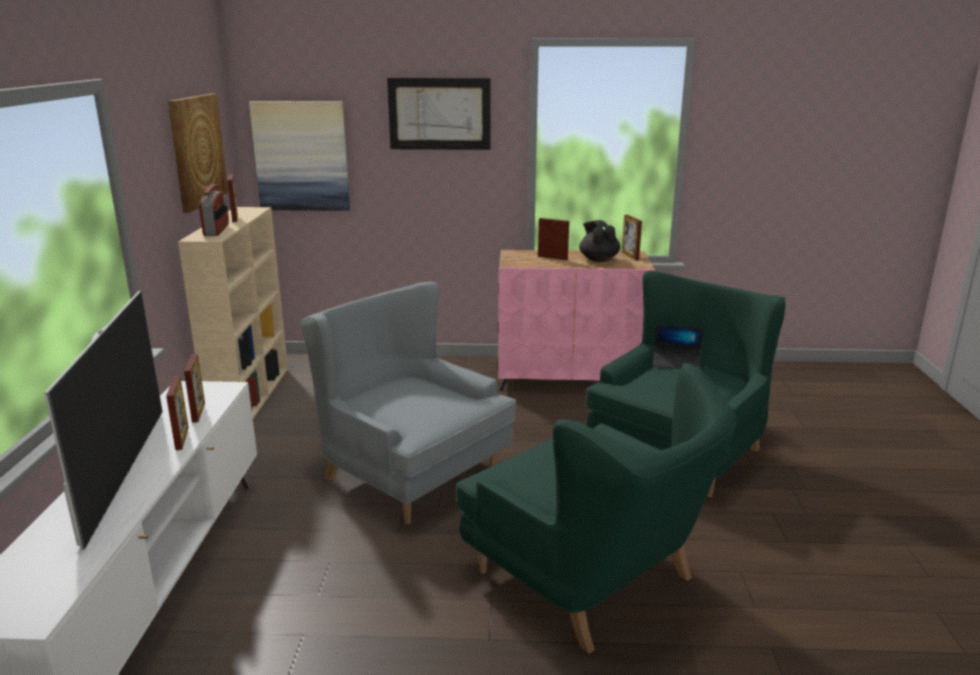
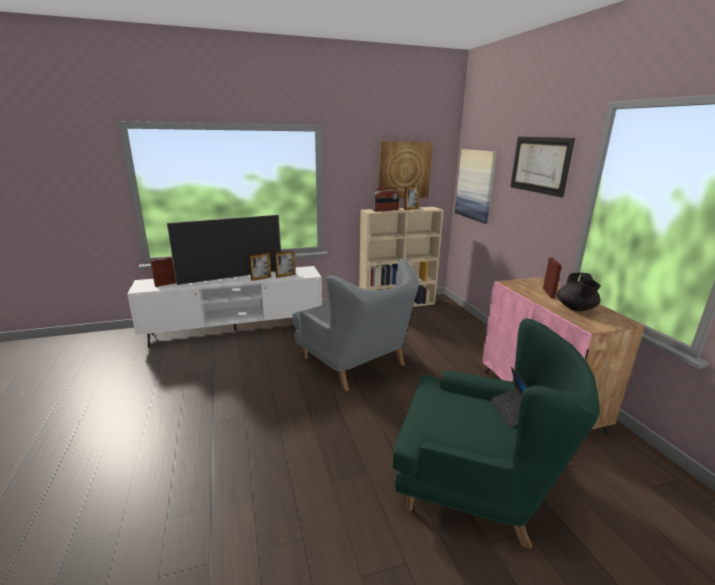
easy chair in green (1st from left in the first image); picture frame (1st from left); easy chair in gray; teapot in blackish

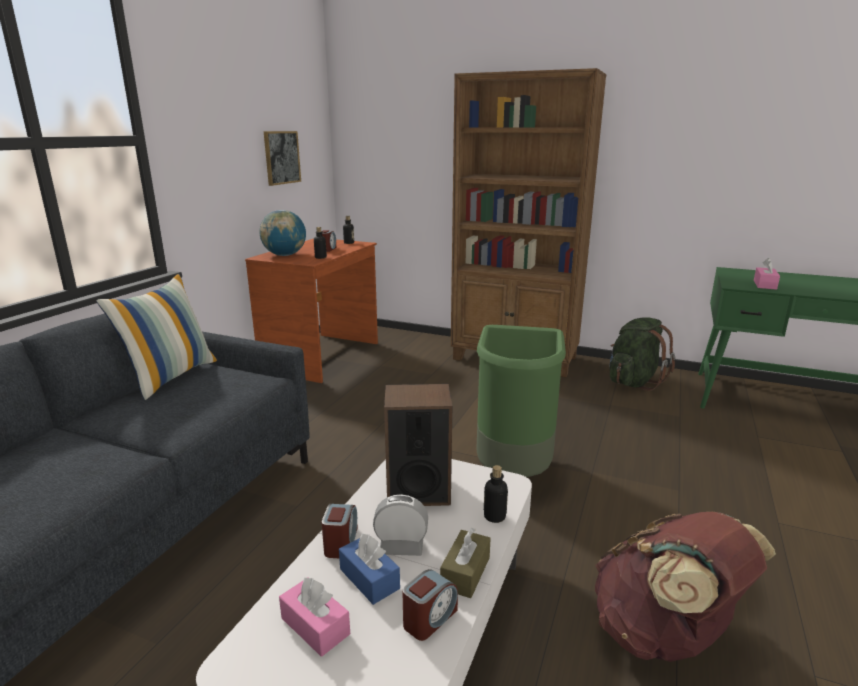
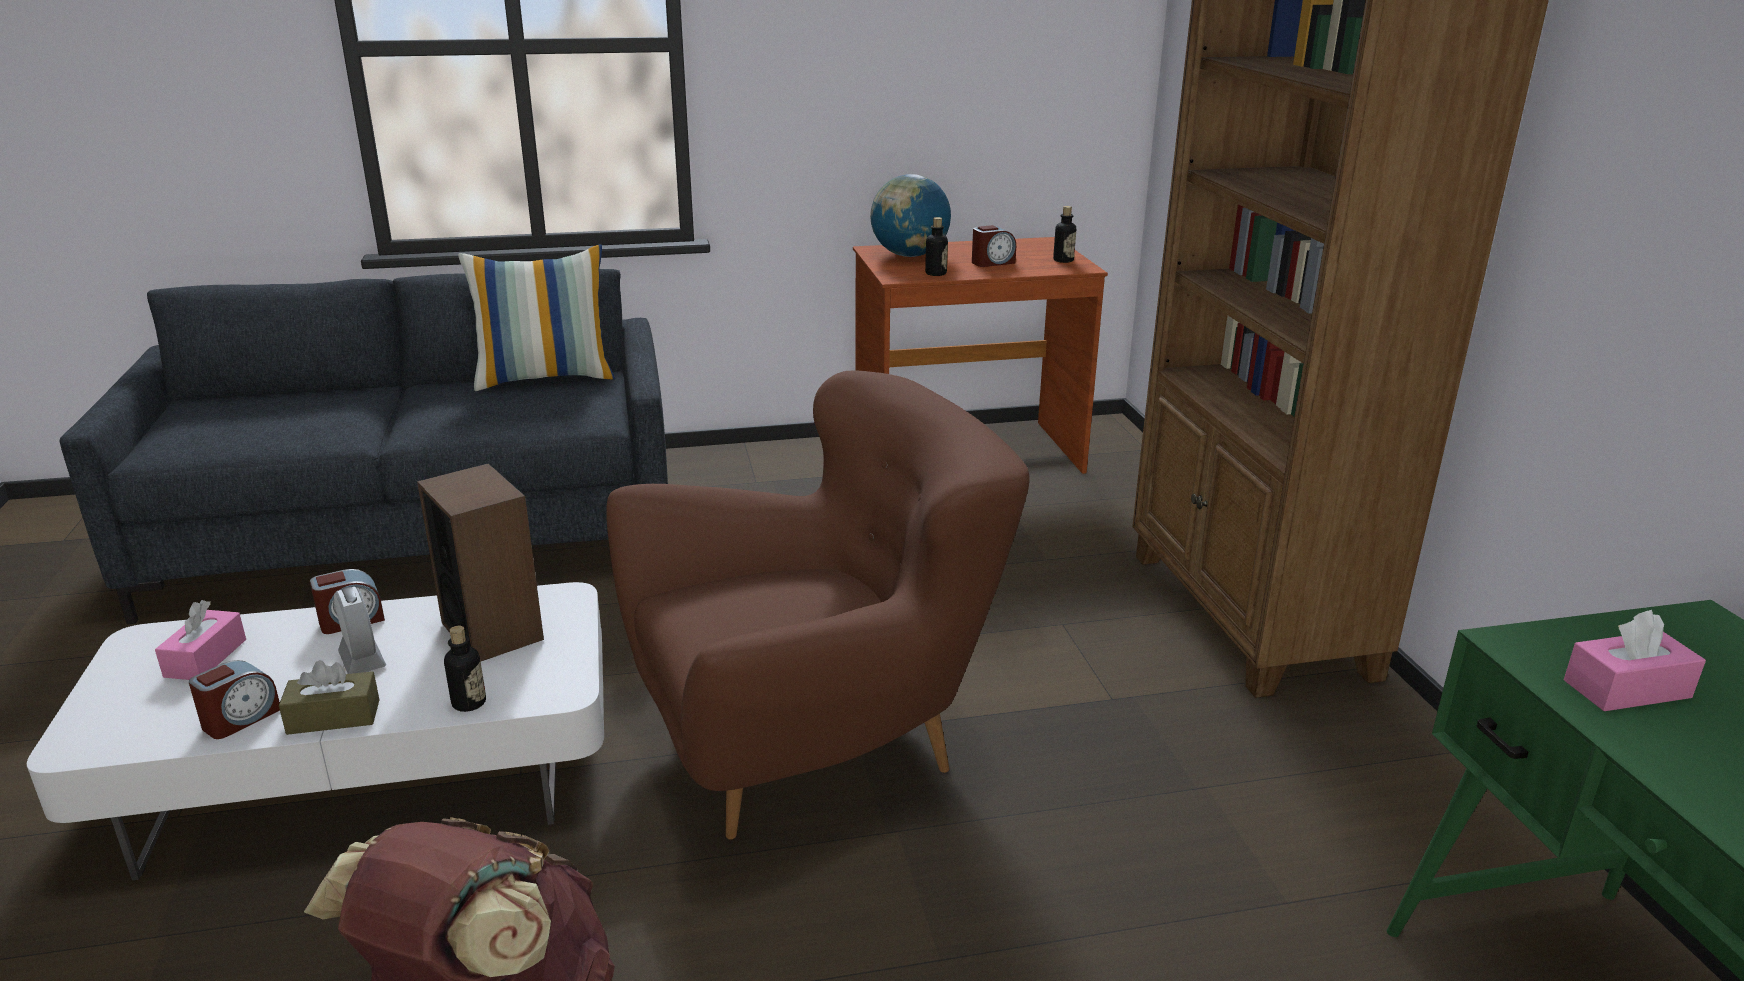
wall art; tissue holder in blue; rucksack in green; easy chair in brown; table clock (1st from left)

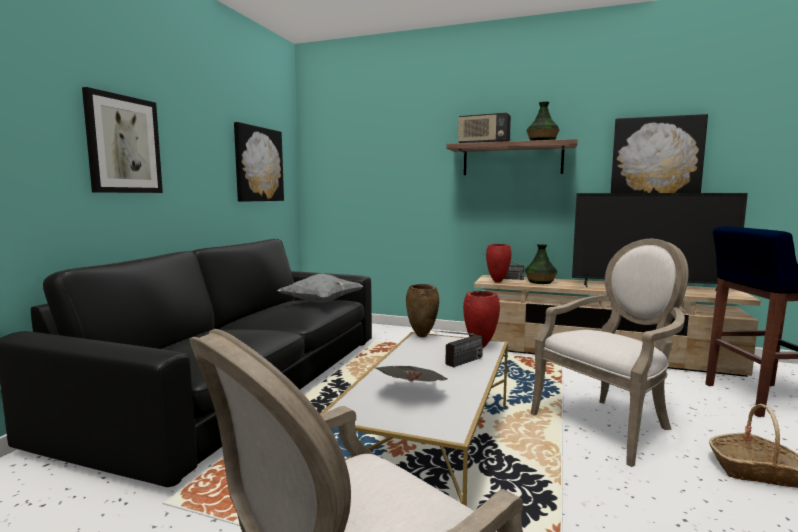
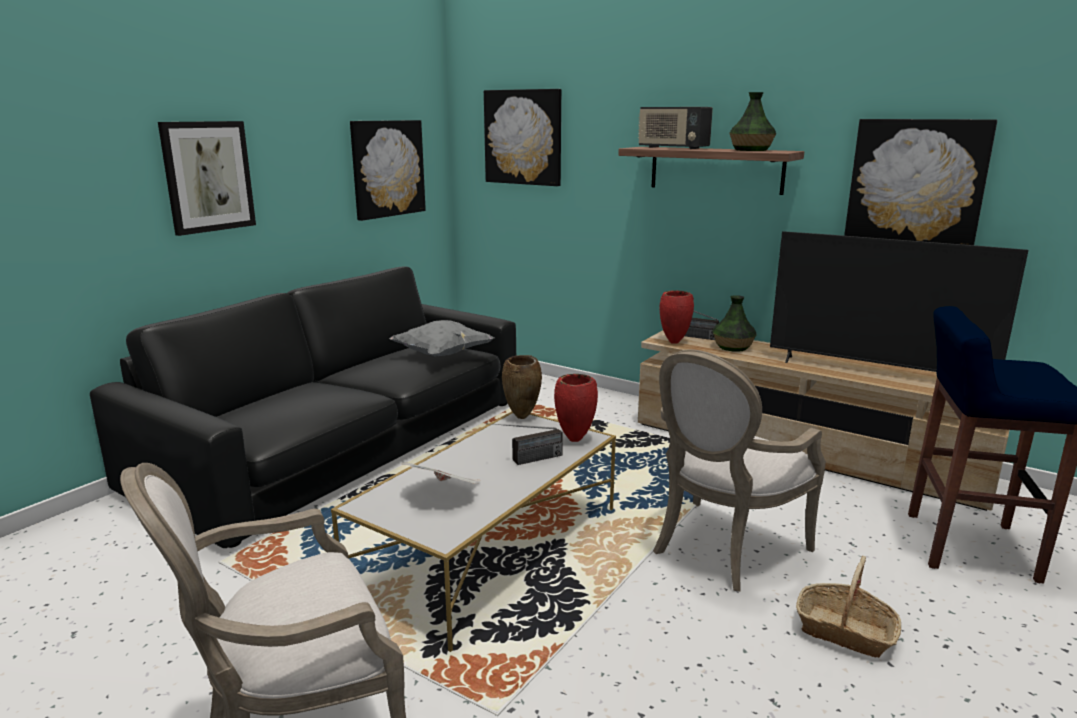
wall art (3rd from left); easy chair (2nd from left)

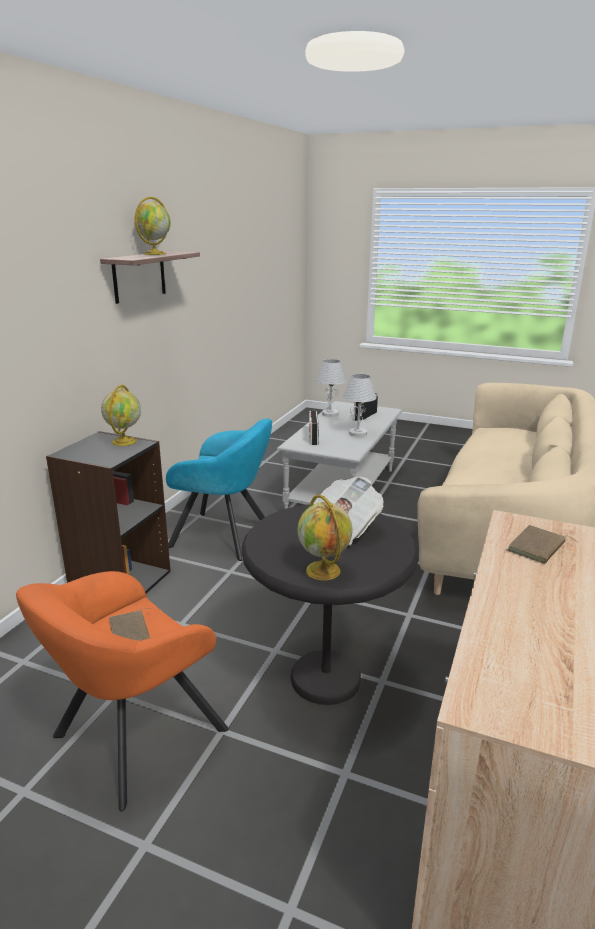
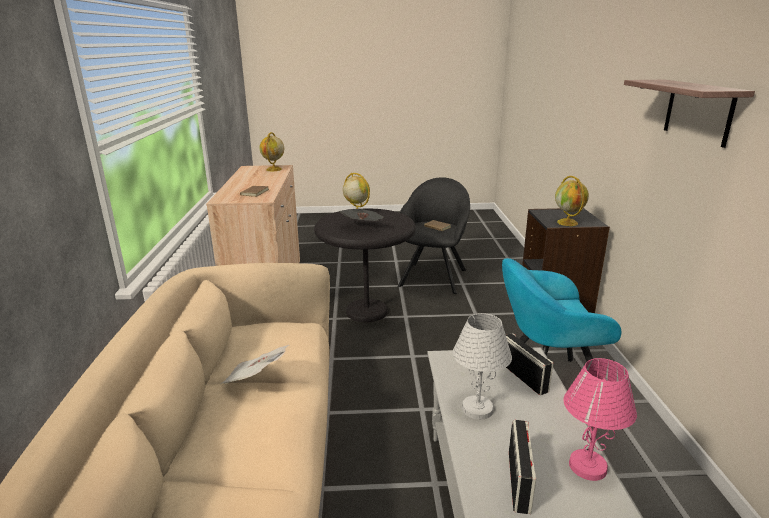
printed paper (1st from left); desk globe (1st from left); easy chair in blackish; lamp for a table in pink

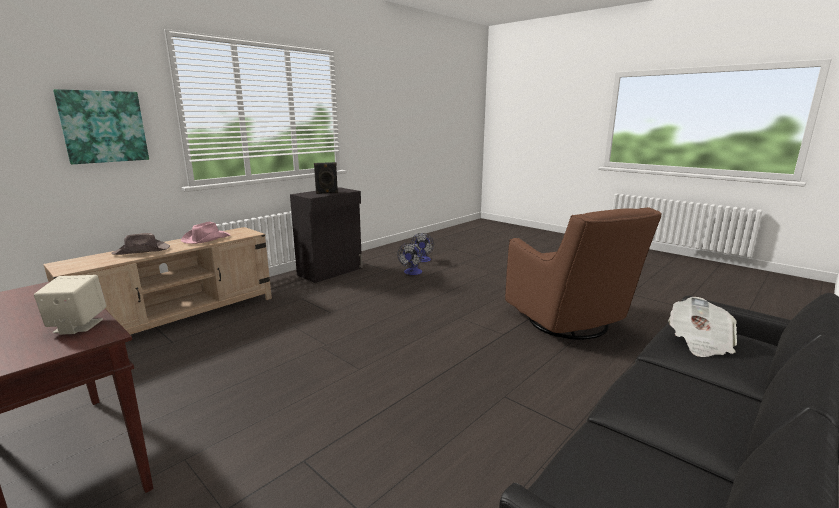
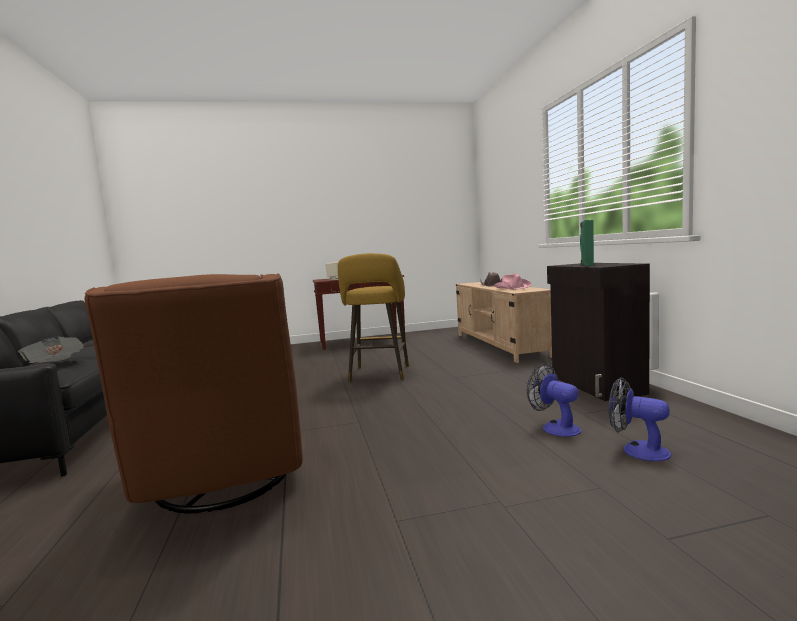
wall art; stool in yellowish; speaker in green; easy chair in brown

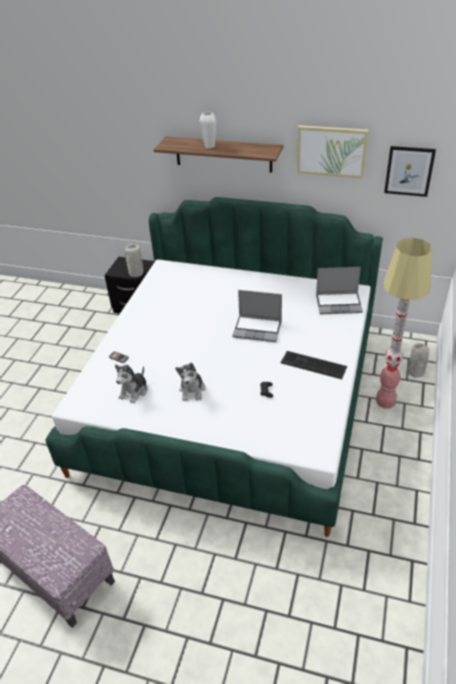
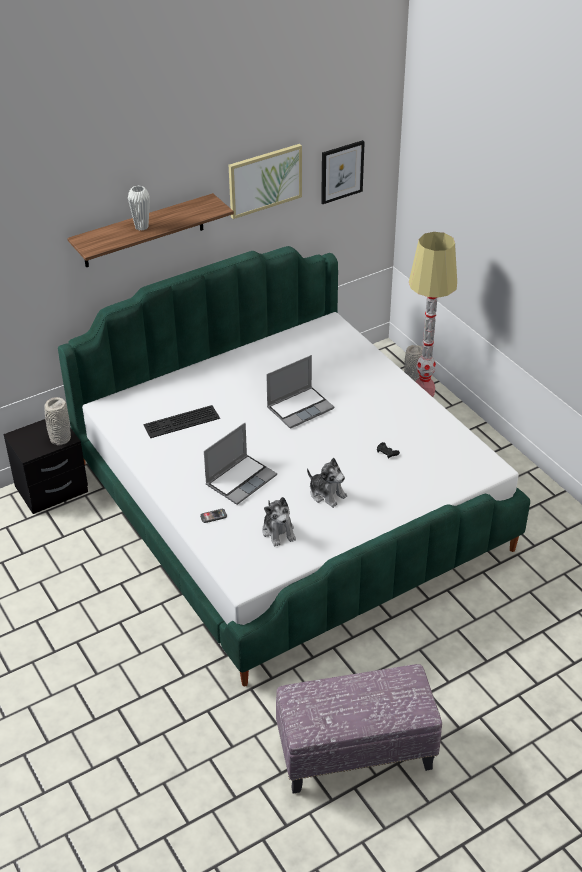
PC keyboard; laptop (1st from left)

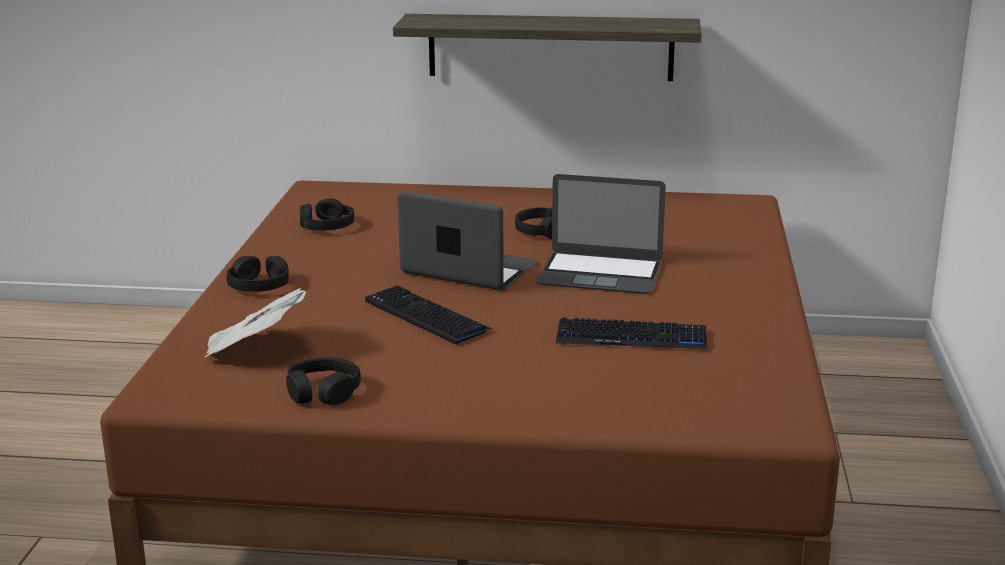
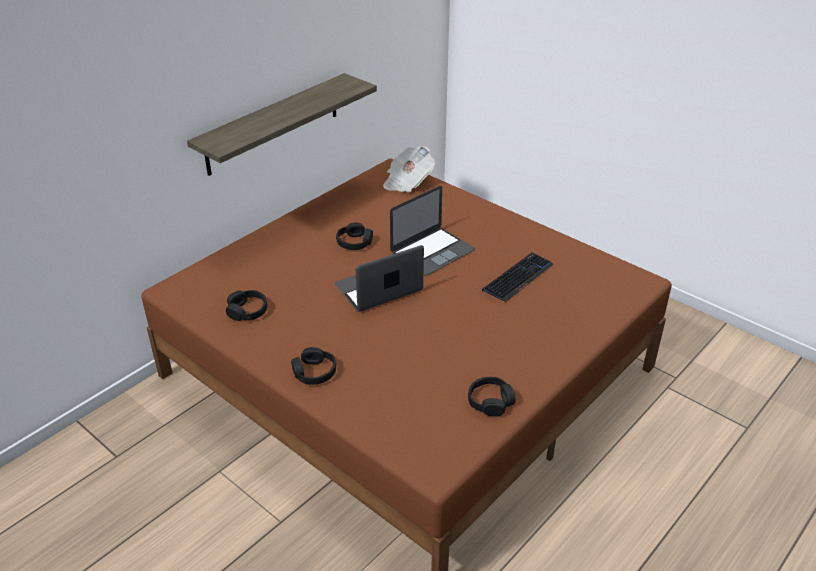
PC keyboard (1st from left in the first image); printed paper

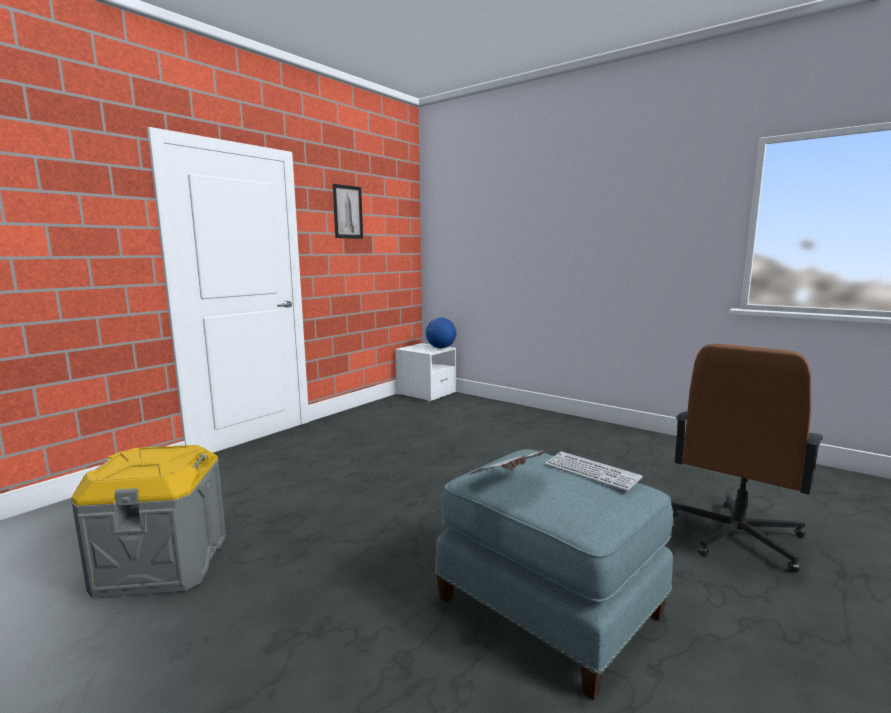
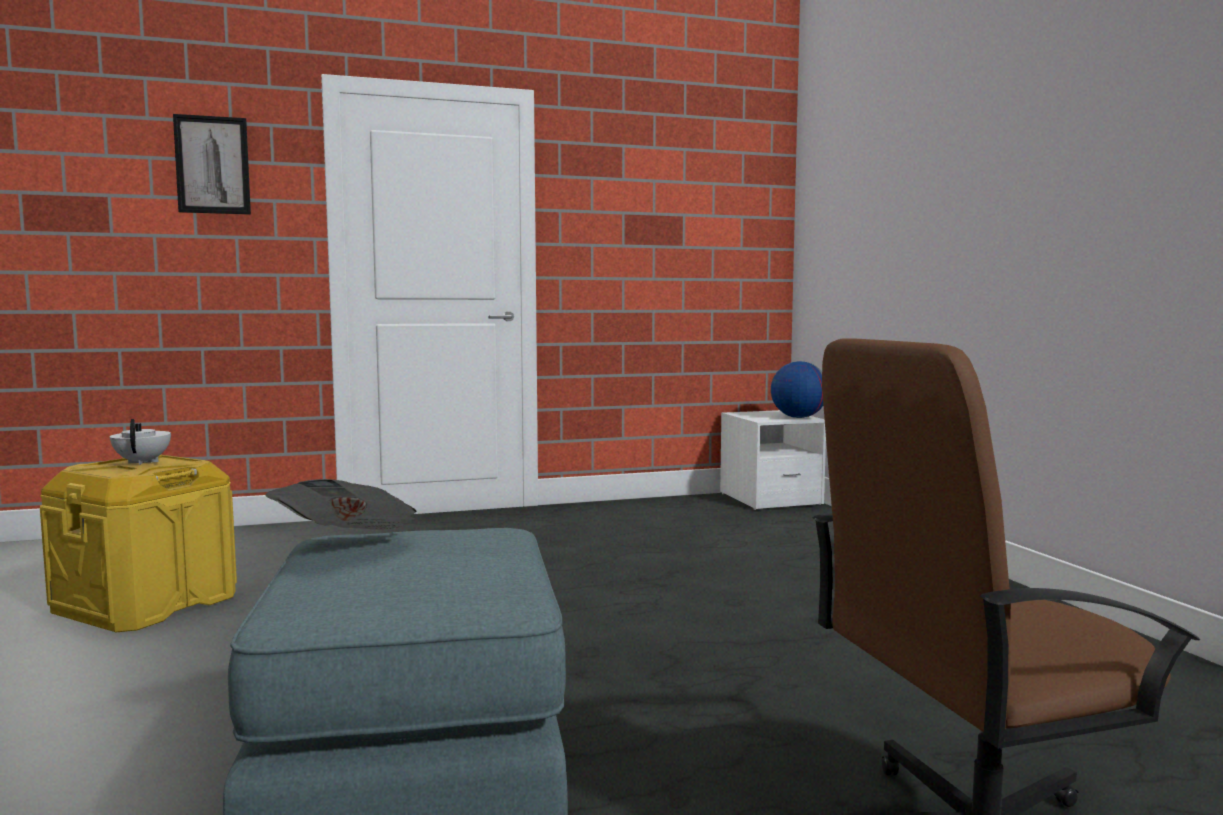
PC keyboard; teapot in white; wall art; storage bin in yellowish

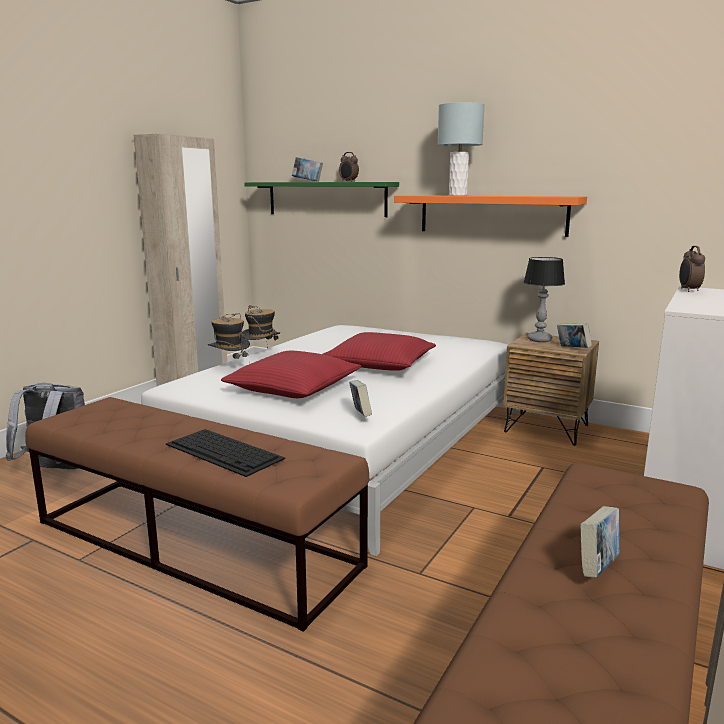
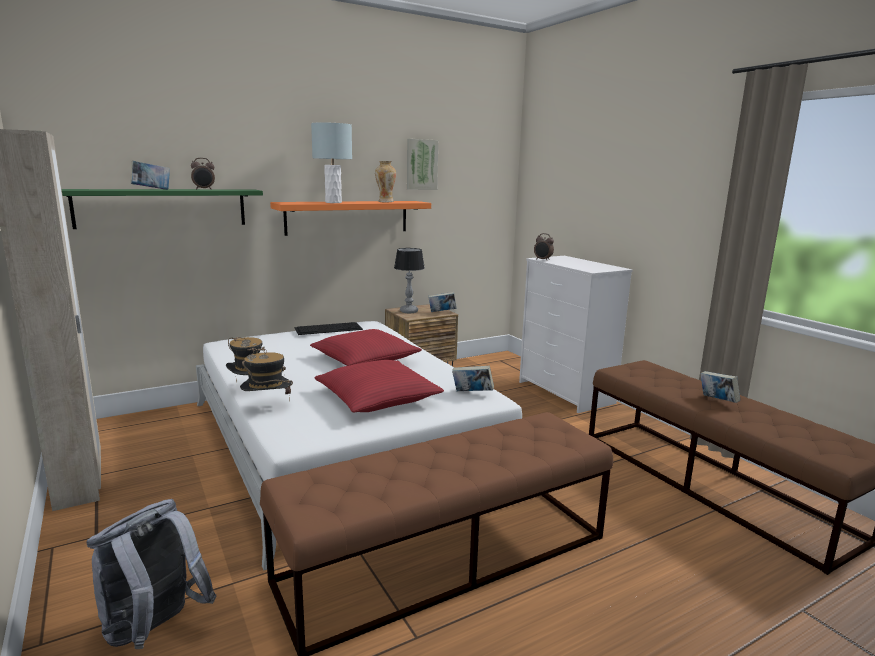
flower vase; wall art; PC keyboard

